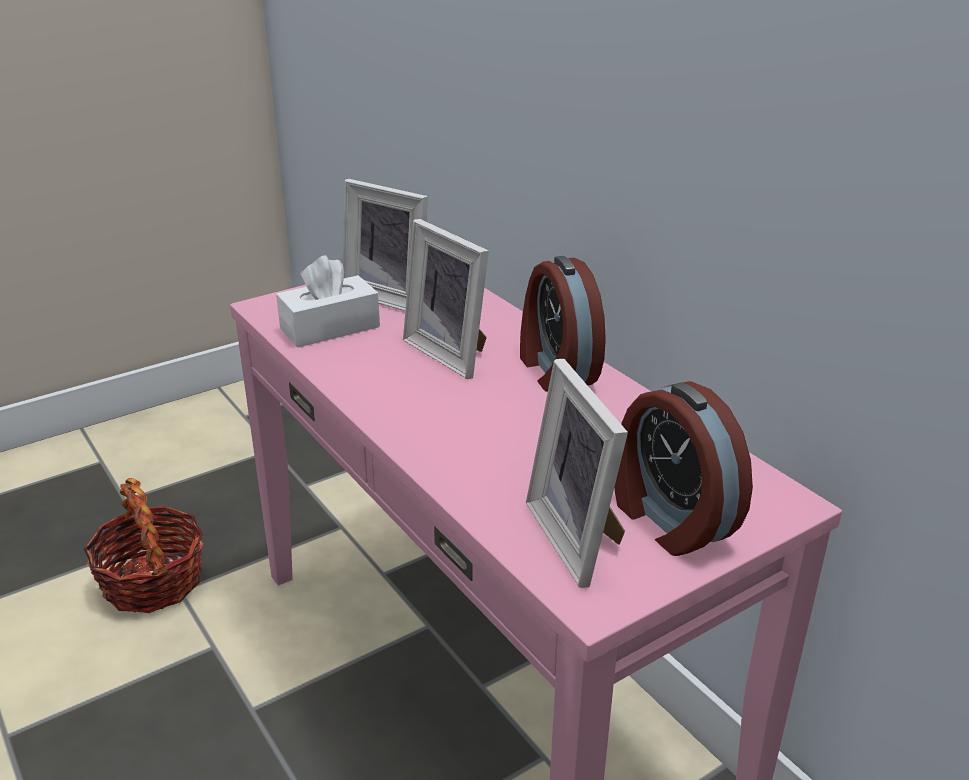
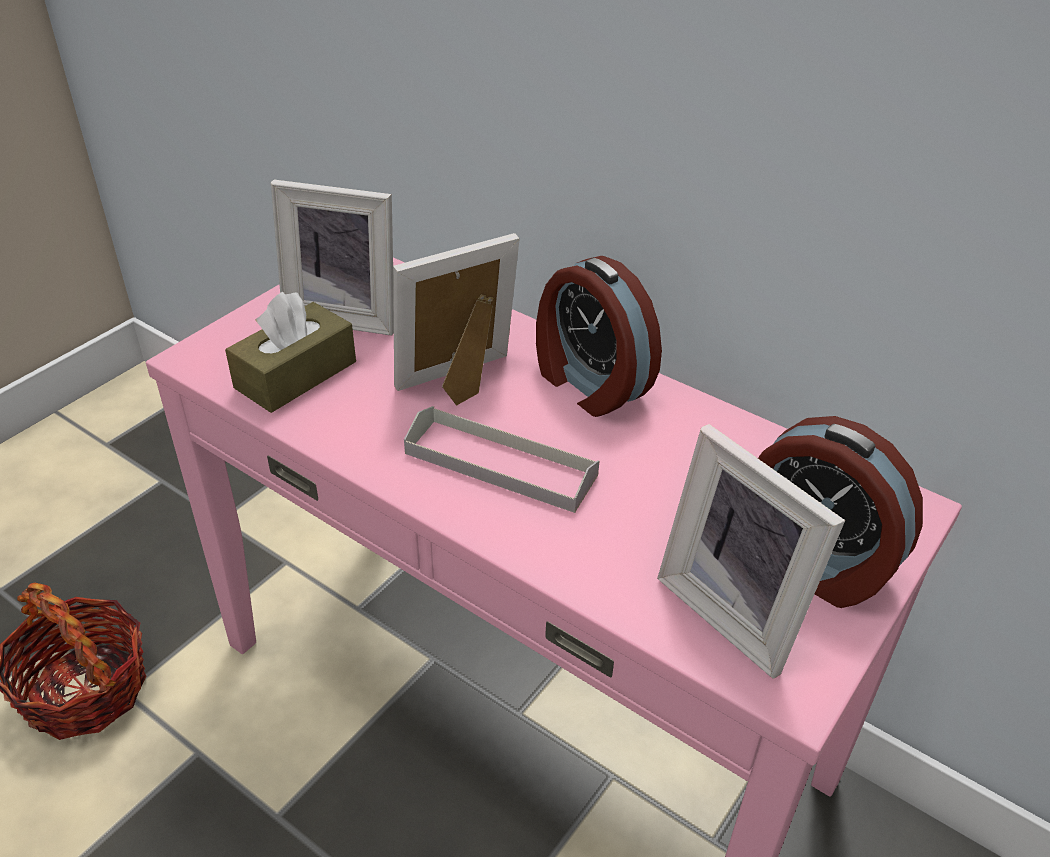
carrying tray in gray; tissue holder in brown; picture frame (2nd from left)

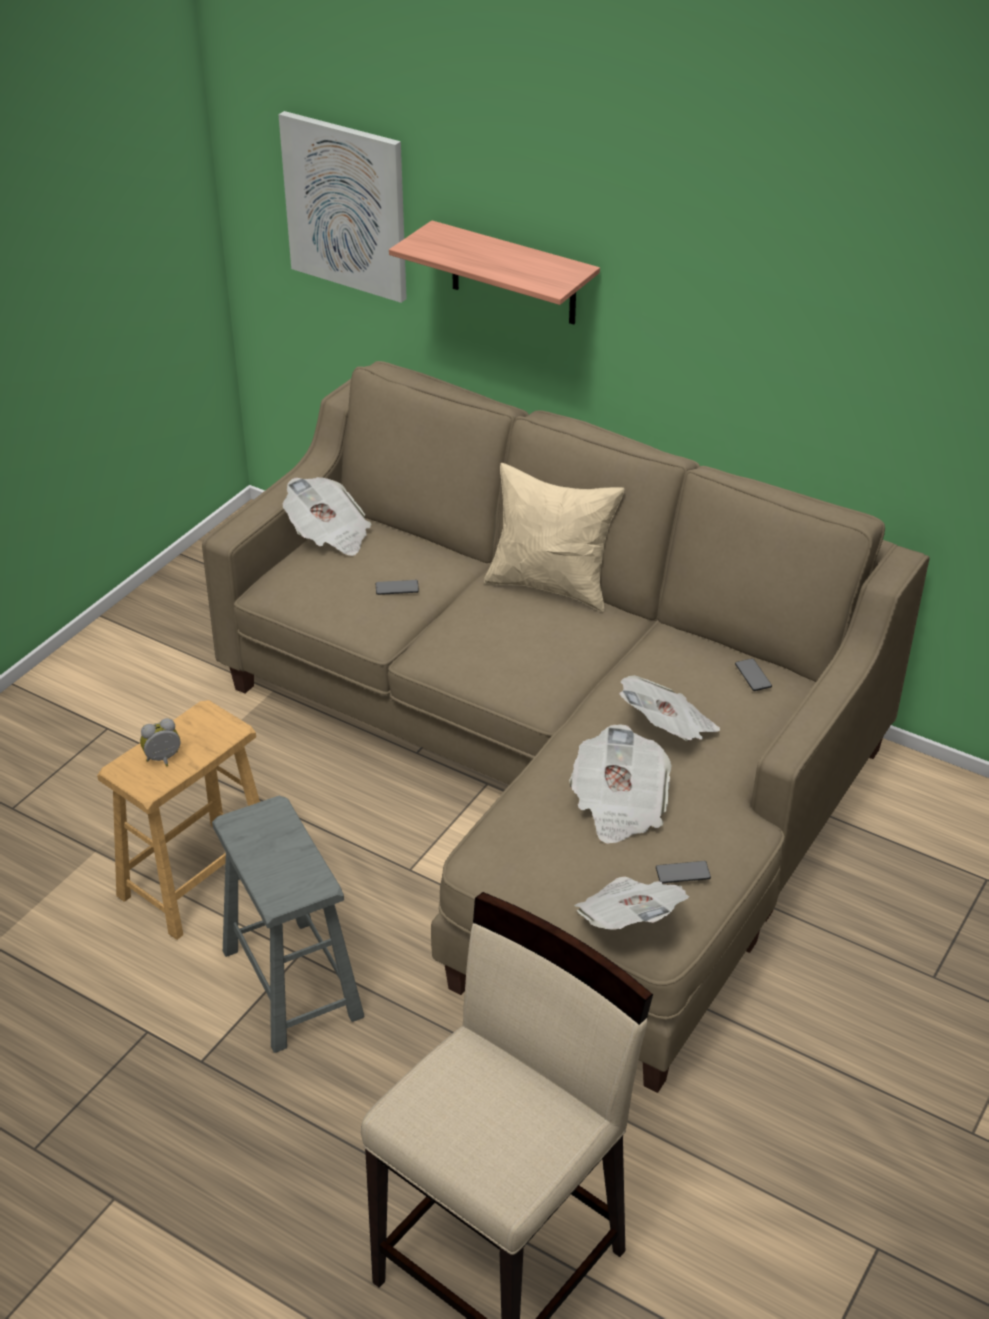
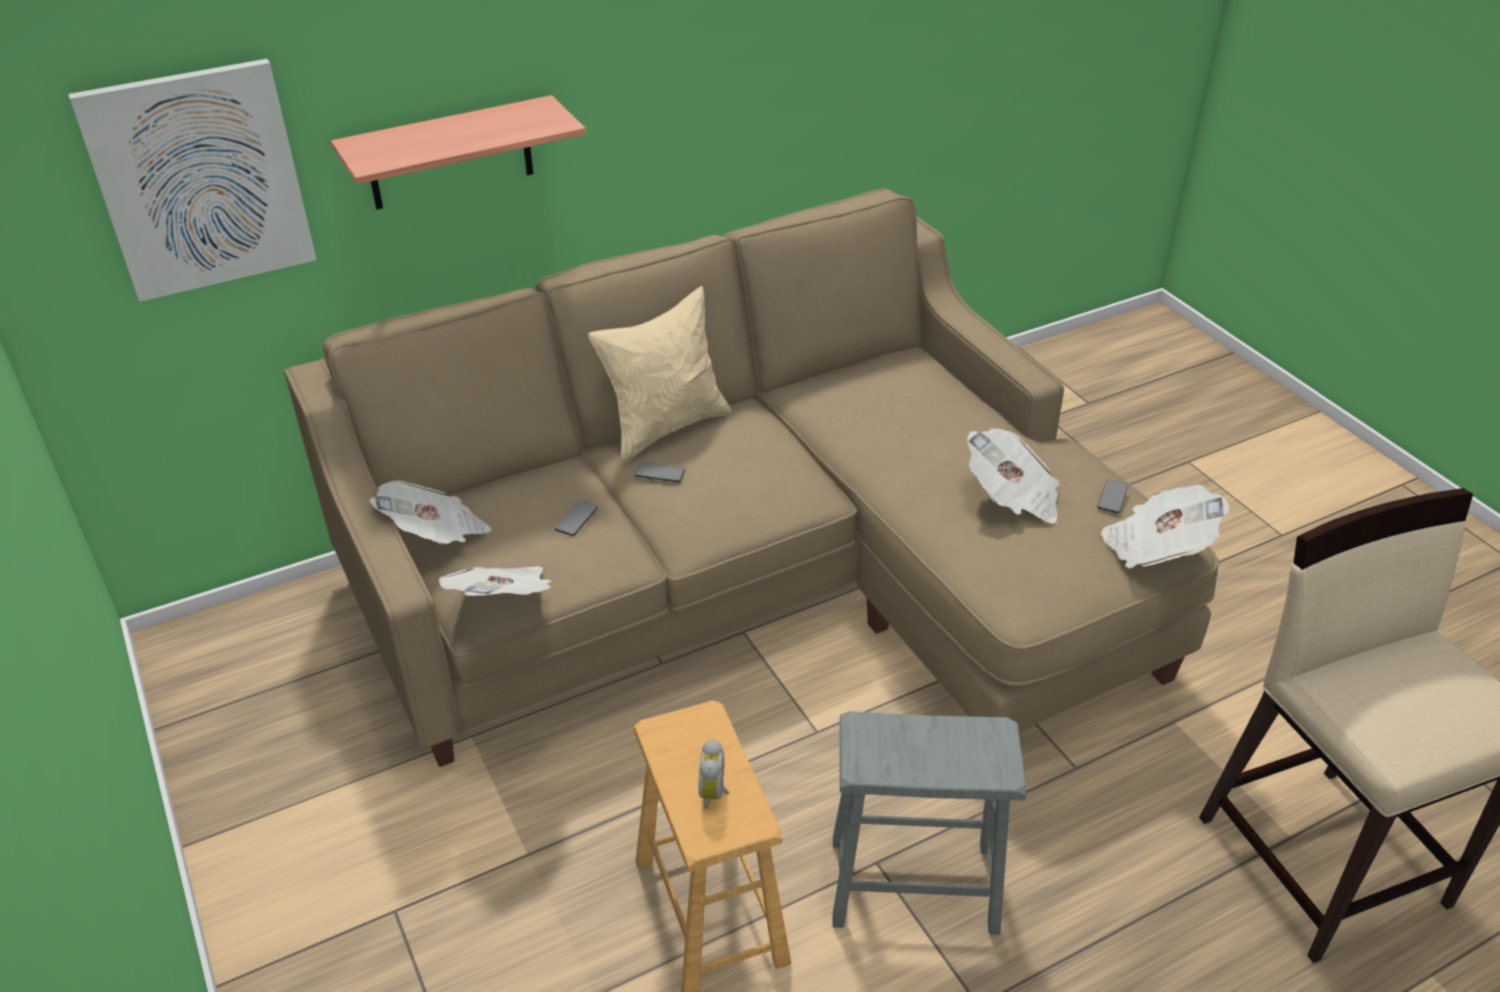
printed paper (2nd from left); phone (2nd from left)

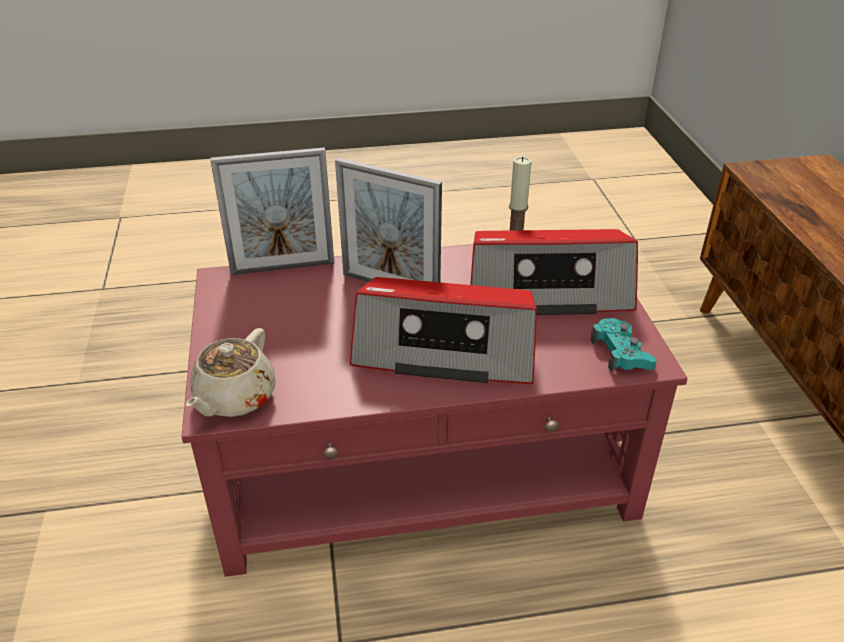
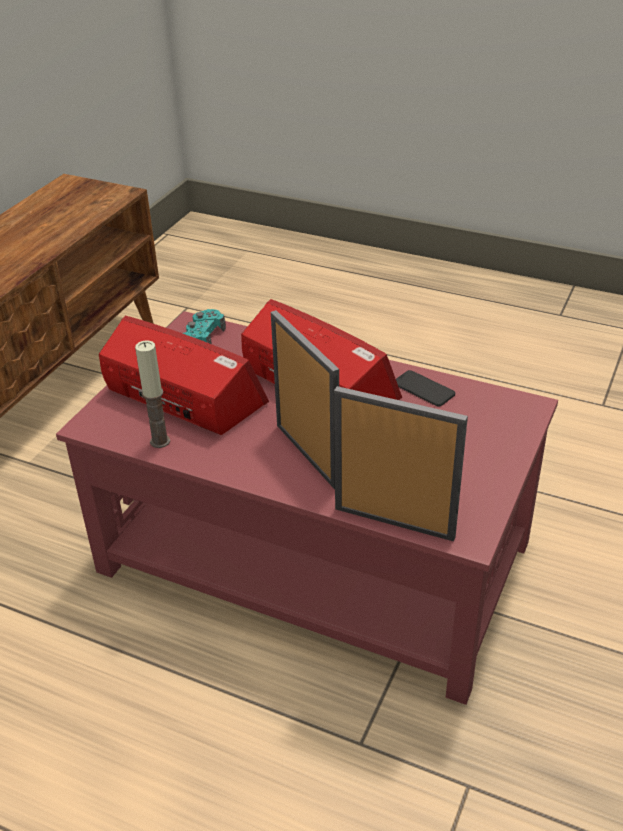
teapot in beige; phone

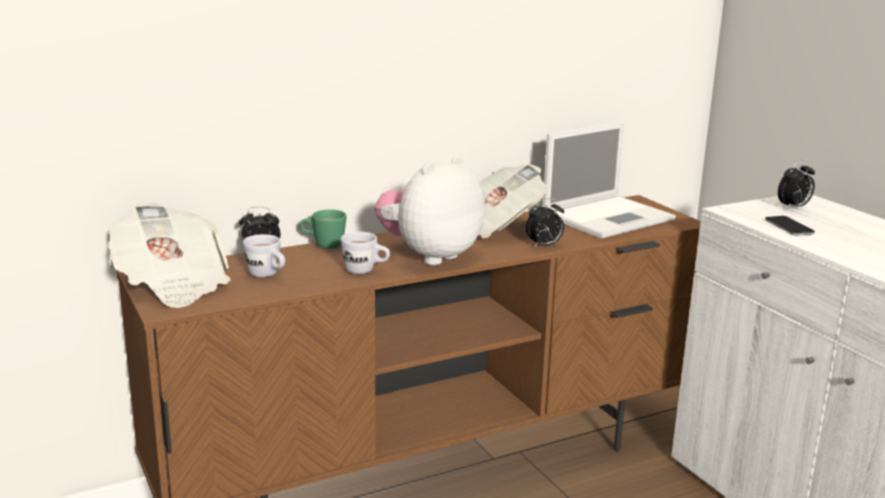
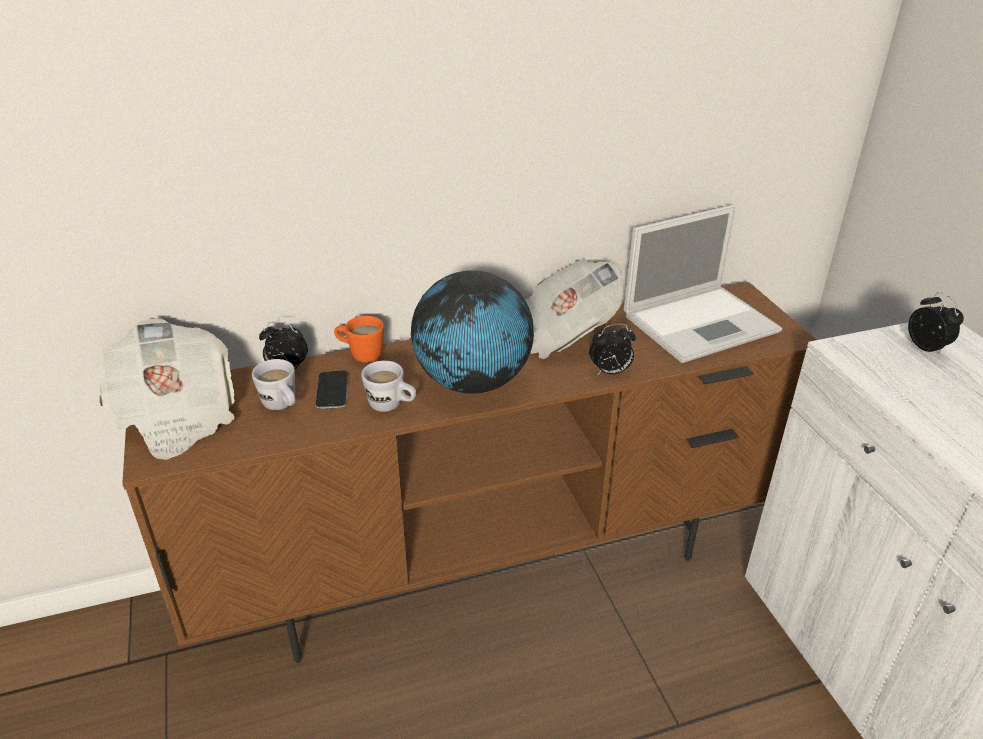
phone; desk globe; coffee mug in orangey; table clock (3rd from left)

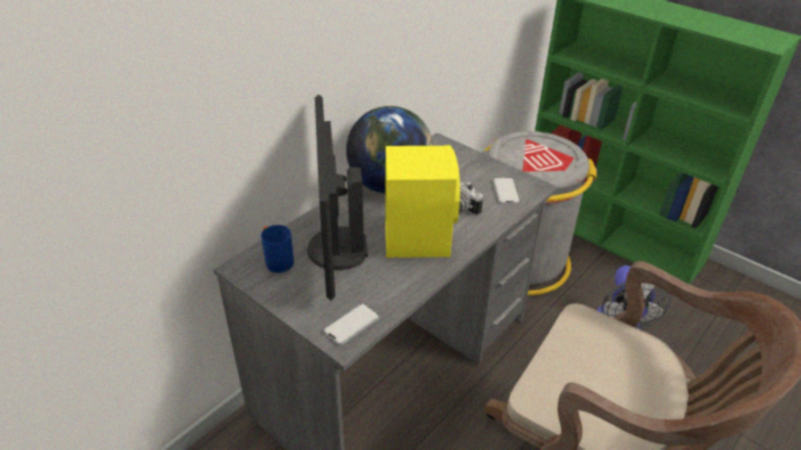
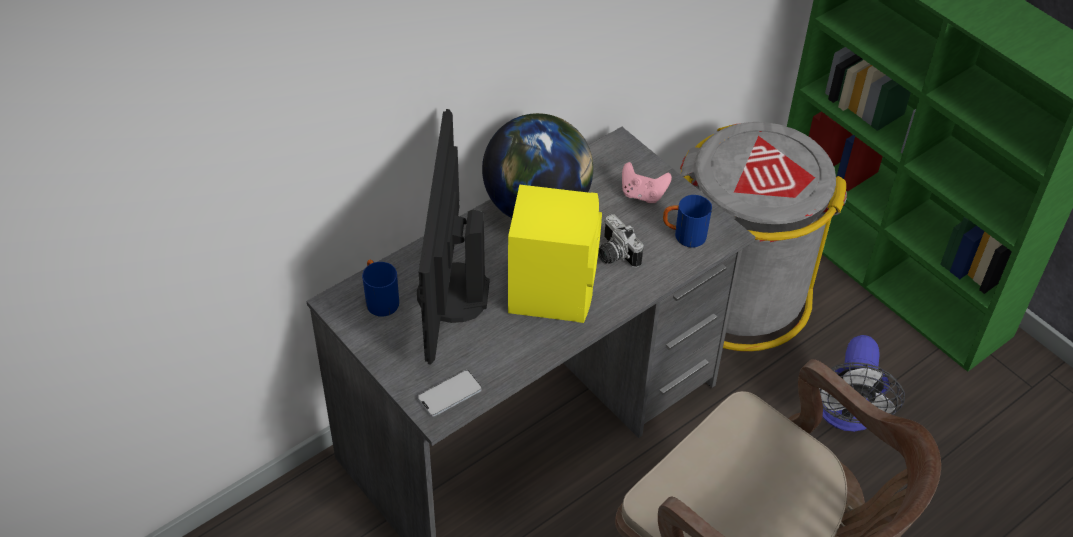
game controller in pink; coffee mug in blue (2nd from left)

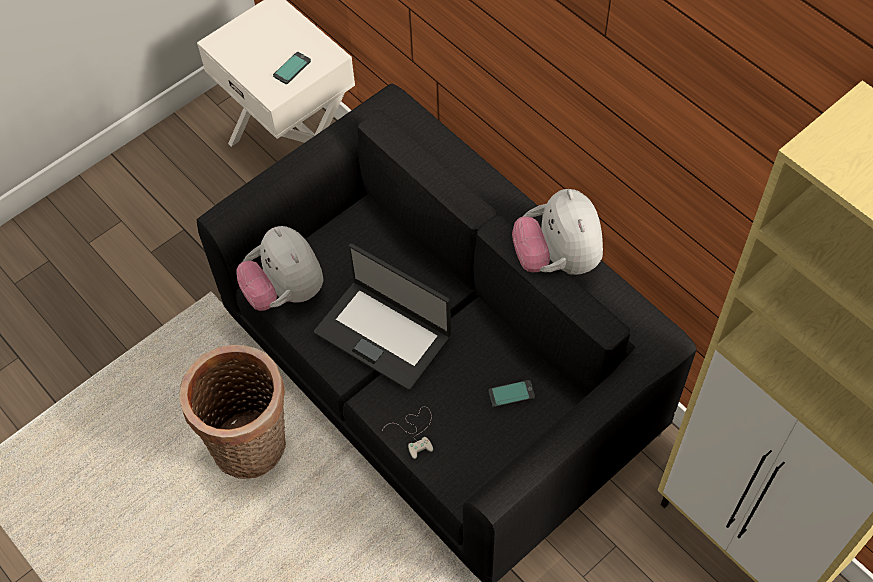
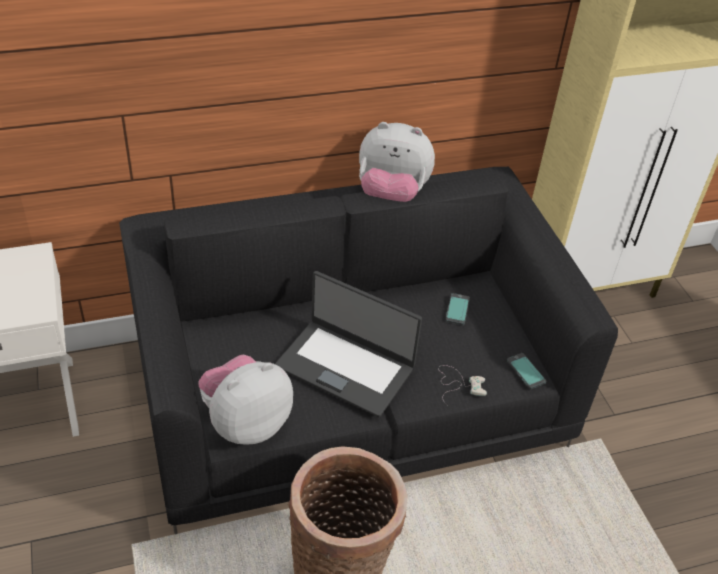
phone (2nd from left); soft toy (1st from left); laptop

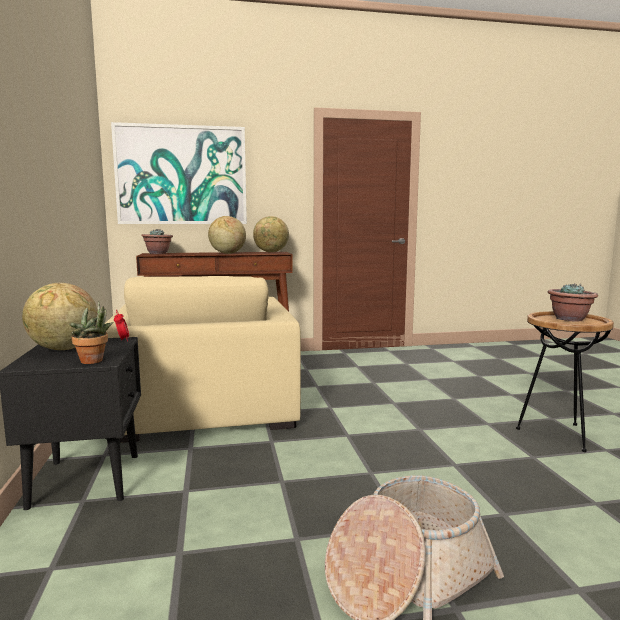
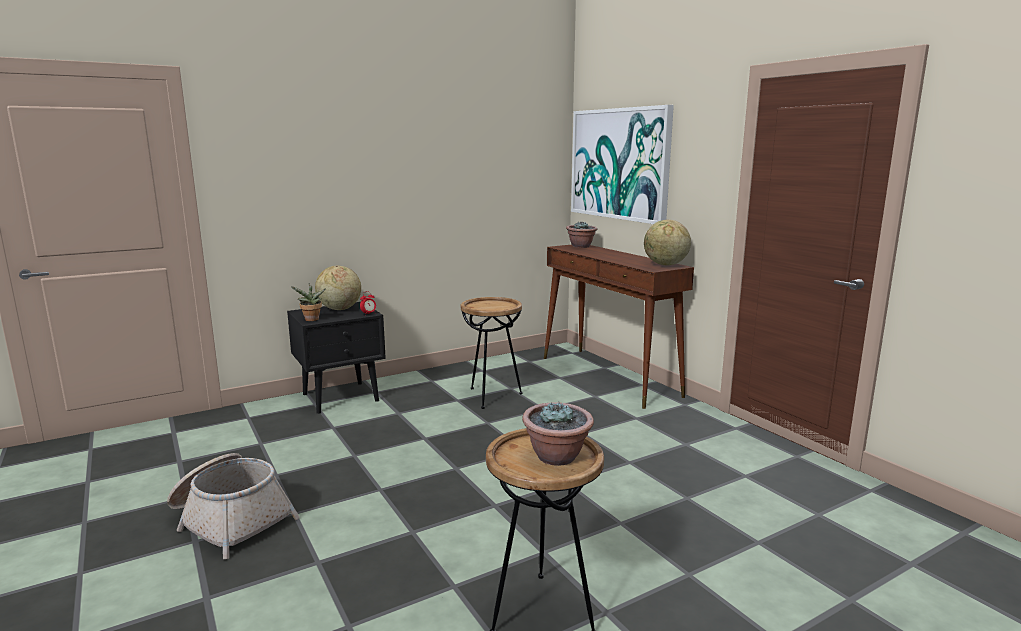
desk globe (2nd from left in the first image); side table in brown (1st from left)

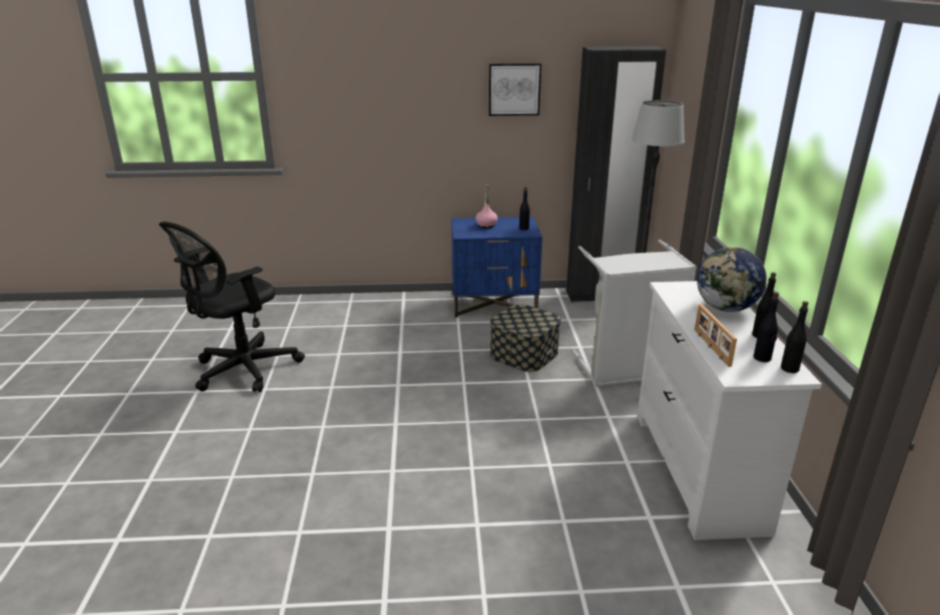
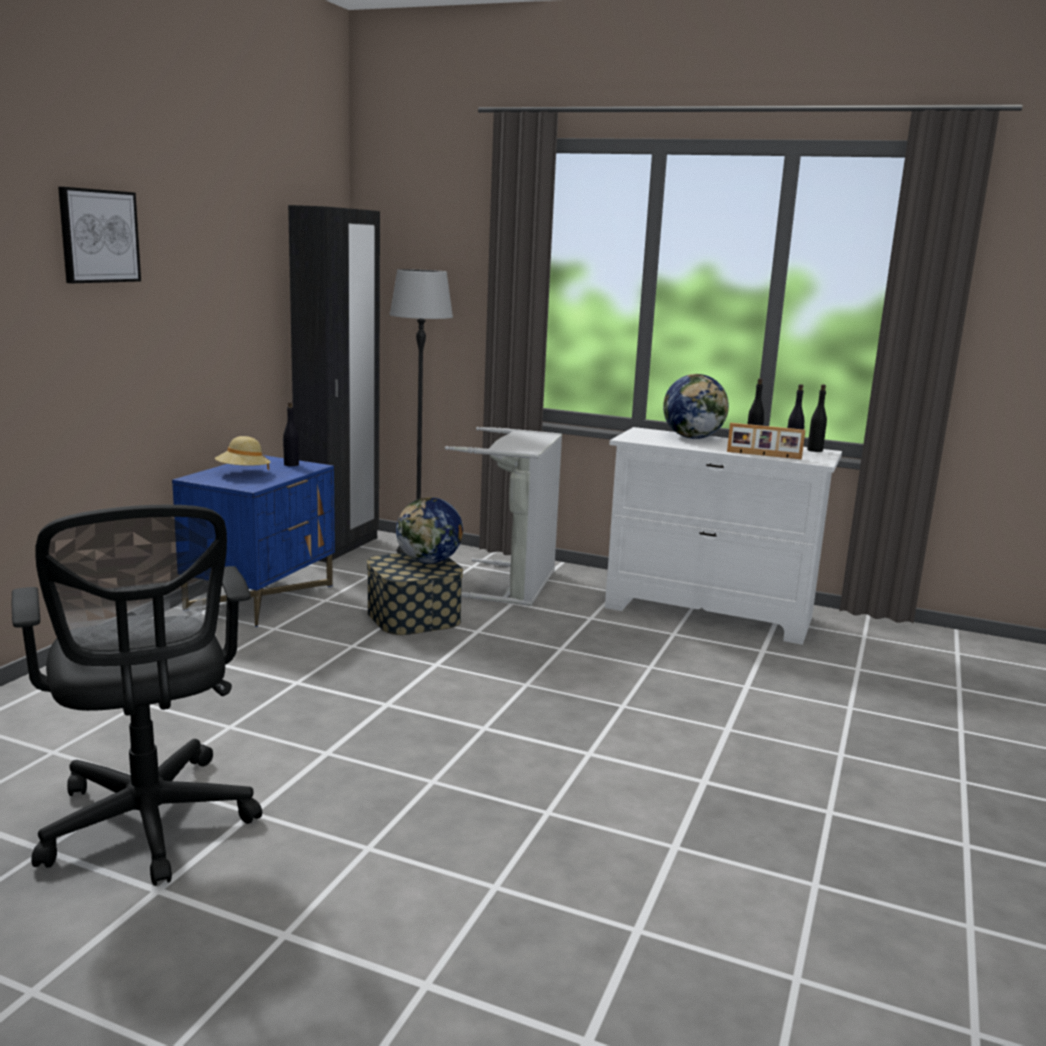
desk globe (1st from left); wall art; wearable hat in beige

